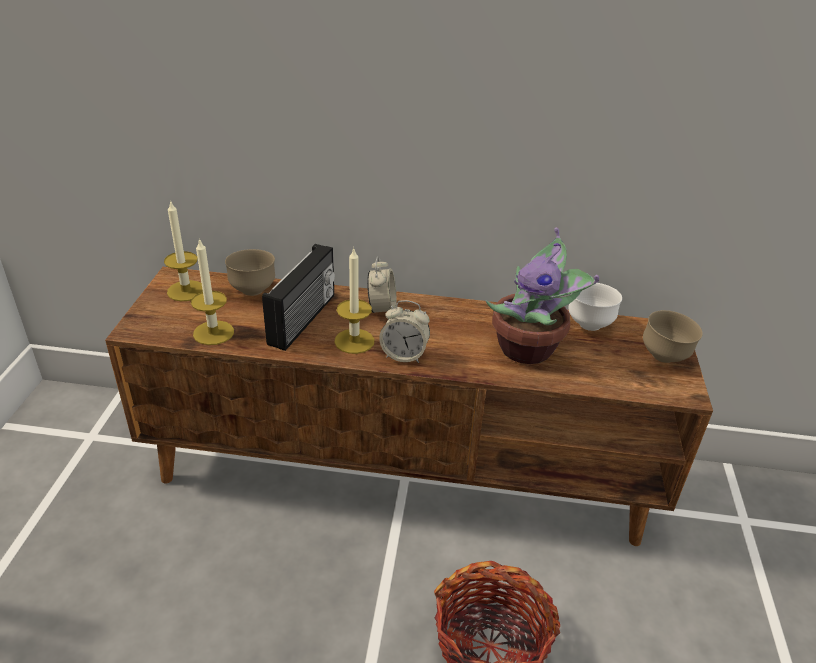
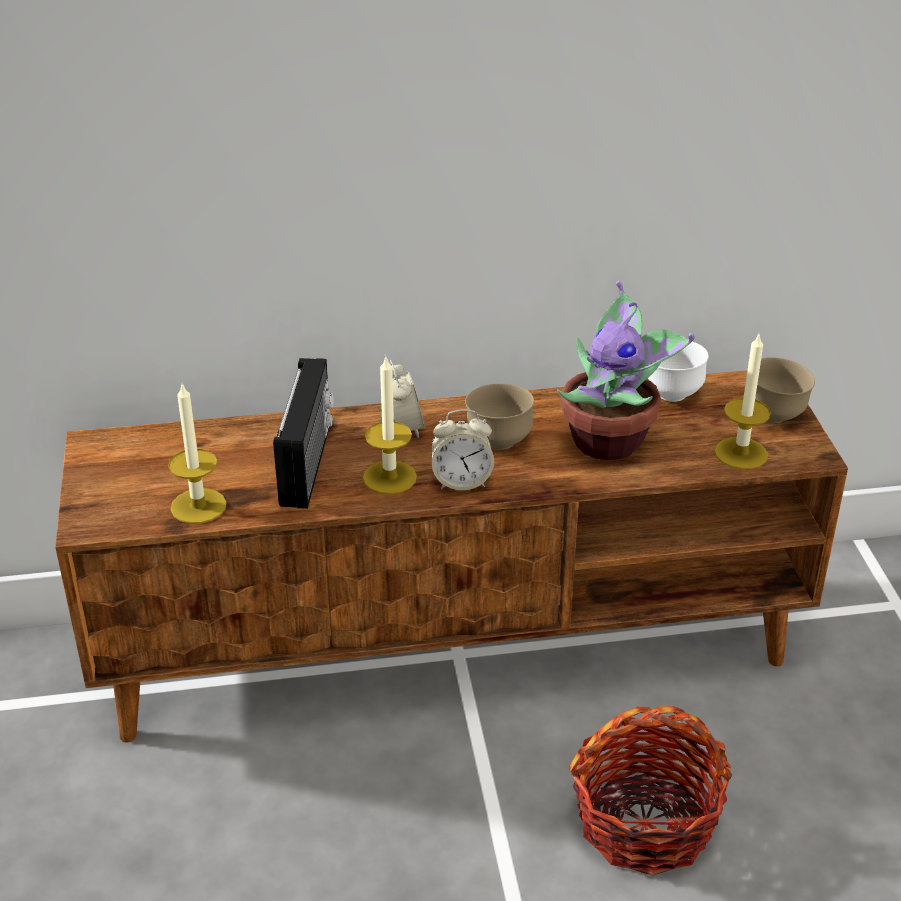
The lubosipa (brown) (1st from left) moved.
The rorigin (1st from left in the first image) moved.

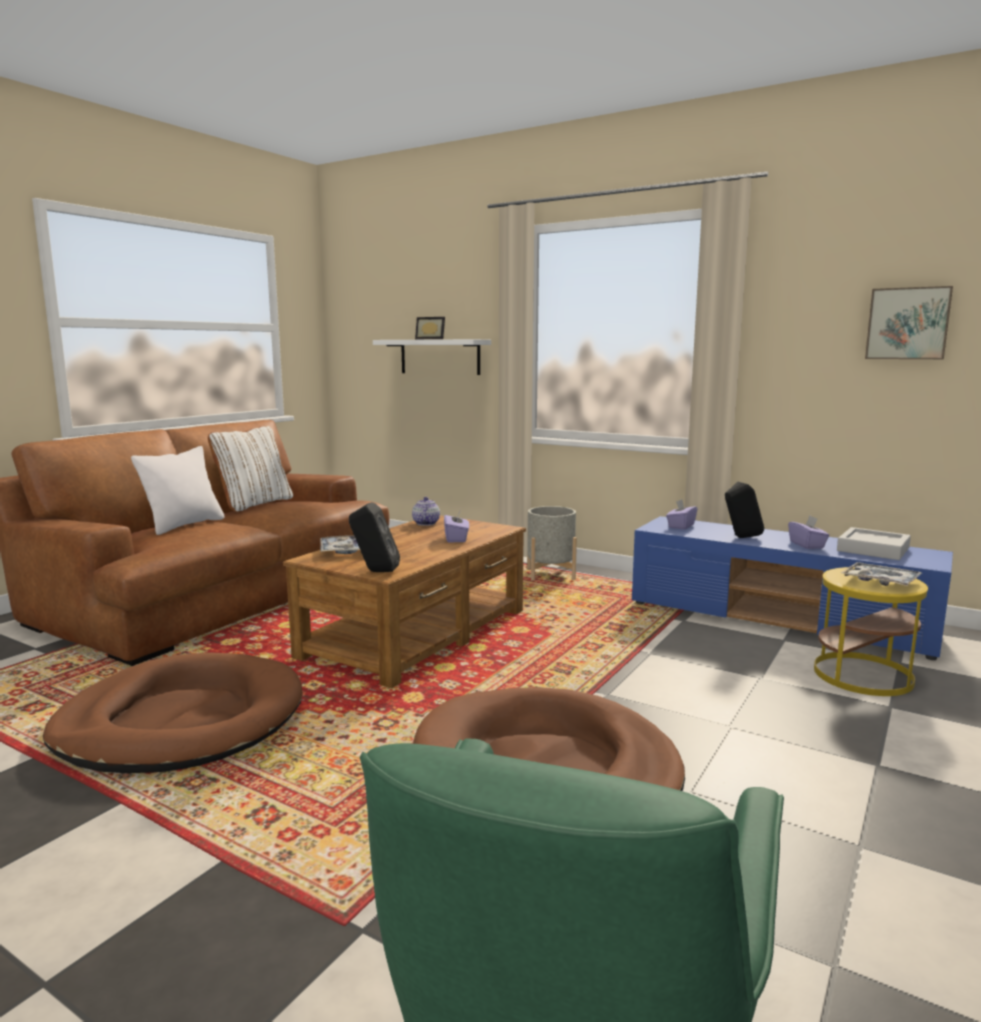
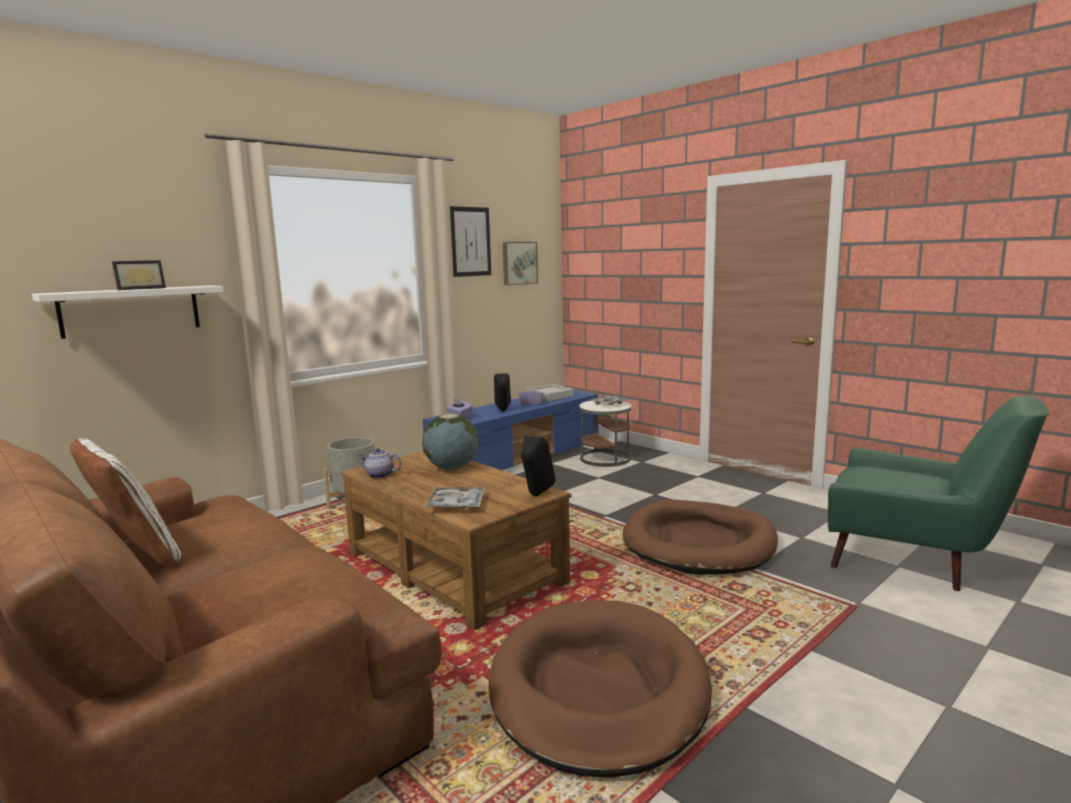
The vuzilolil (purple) (1st from left) was replaced by the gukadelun.
The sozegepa (1st from left) appeared.
The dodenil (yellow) became the dodenil (white).
The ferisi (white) (1st from left) disappeared.

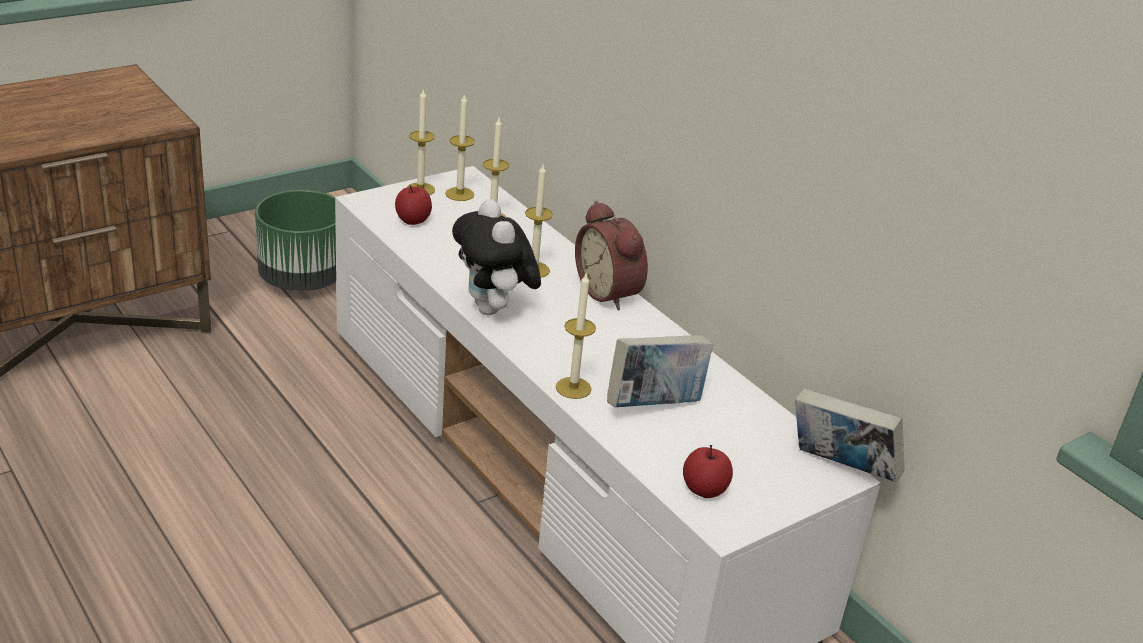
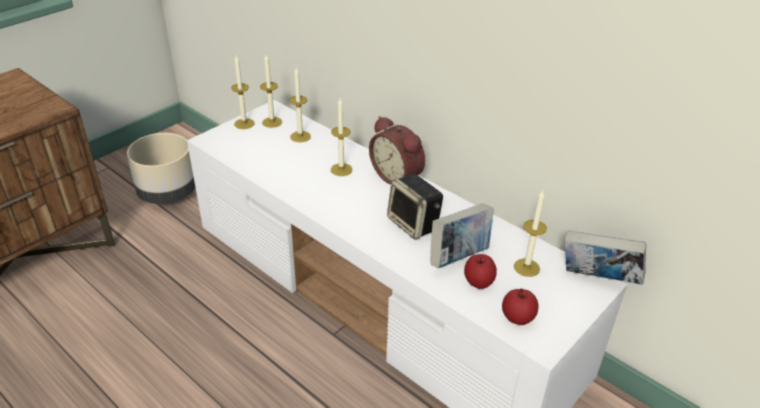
The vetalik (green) became the vetalik (beige).
The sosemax appeared.
The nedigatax (1st from left) moved.
The rorigin (5th from left) moved.
The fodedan disappeared.

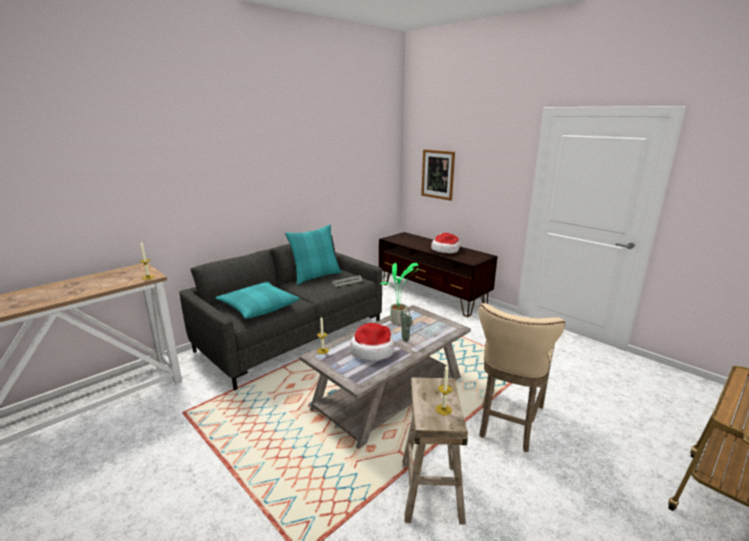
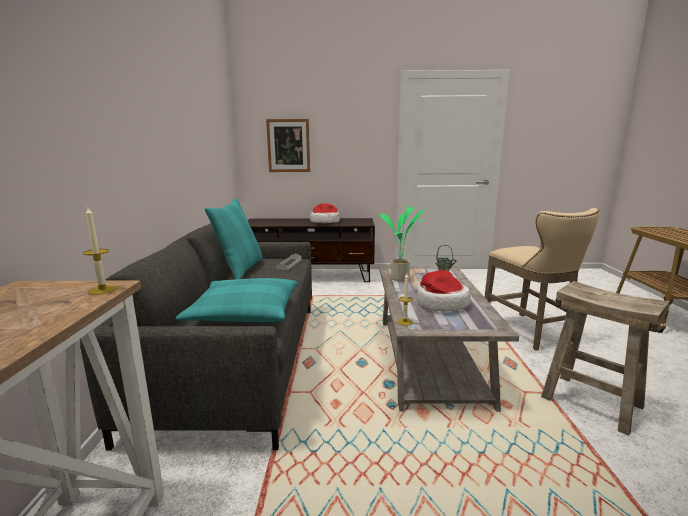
The rorigin (3rd from left) disappeared.

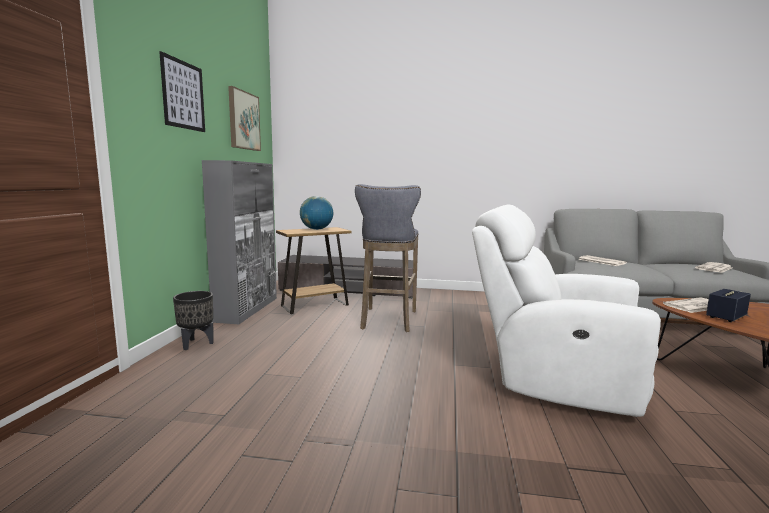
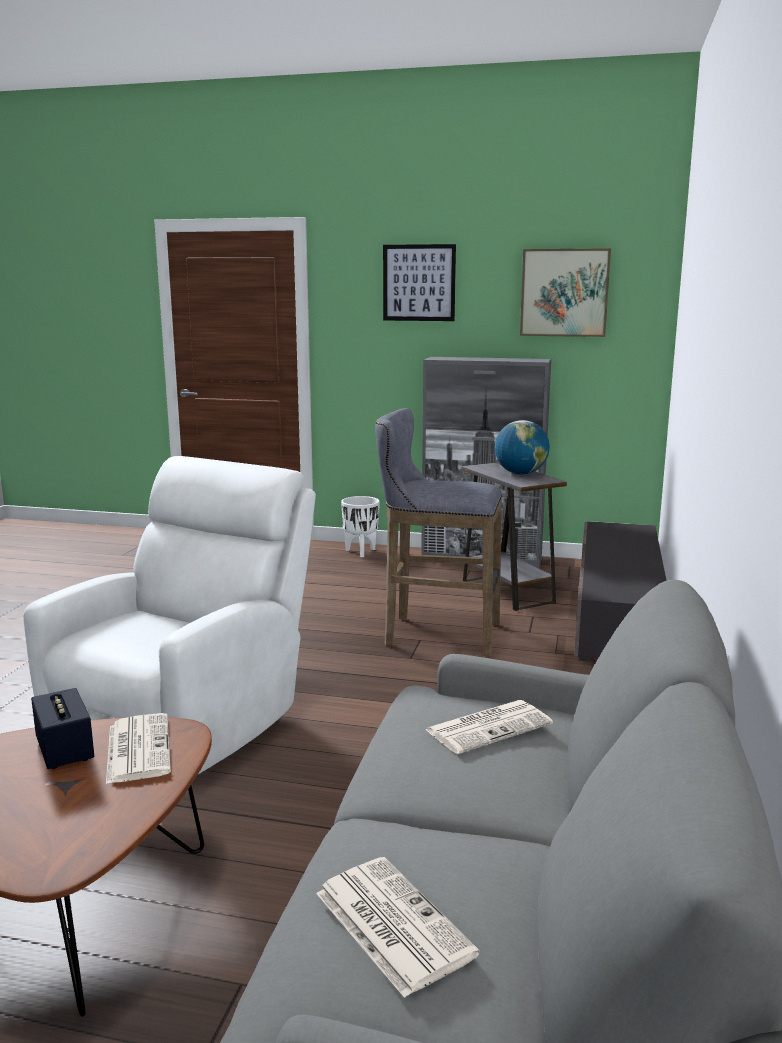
The vetalik (black) became the vetalik (white).
The dodenil (brown) became the dodenil (grey).

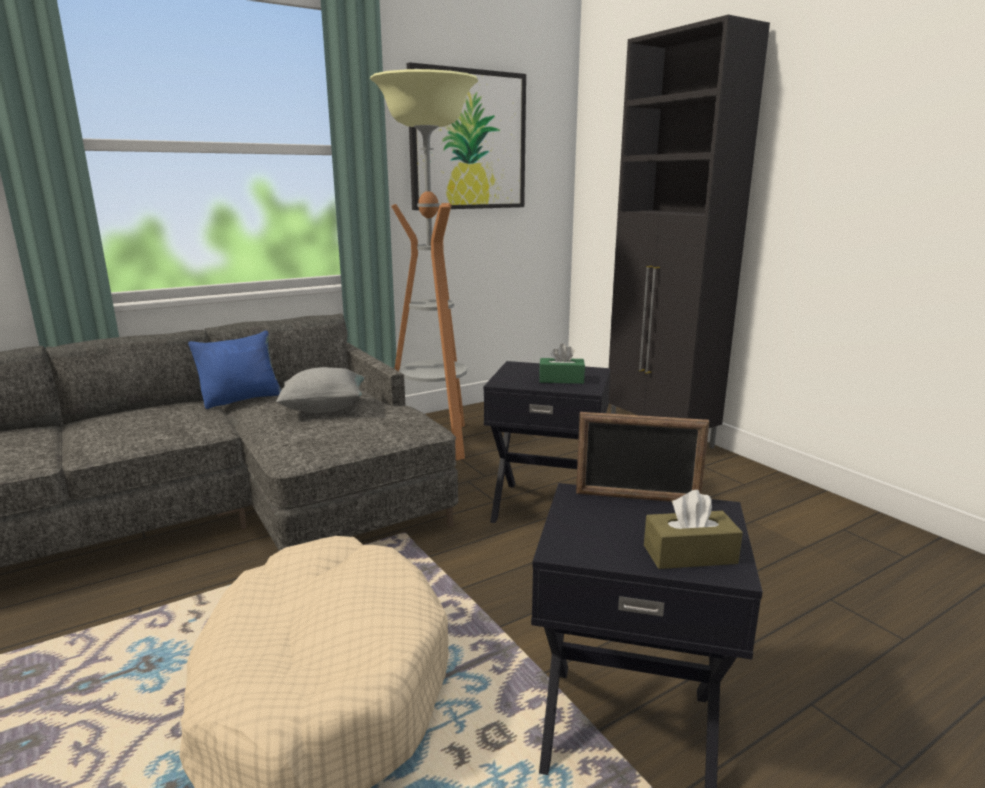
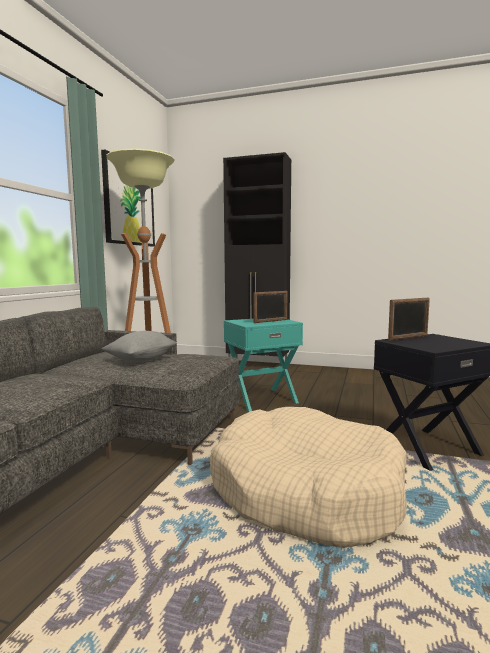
The dodenil (black) (1st from left) became the dodenil (turquoise).
The vuzilolil (green) was replaced by the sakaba (1st from left).
The ferisi (blue) disappeared.
The vuzilolil (brown) disappeared.

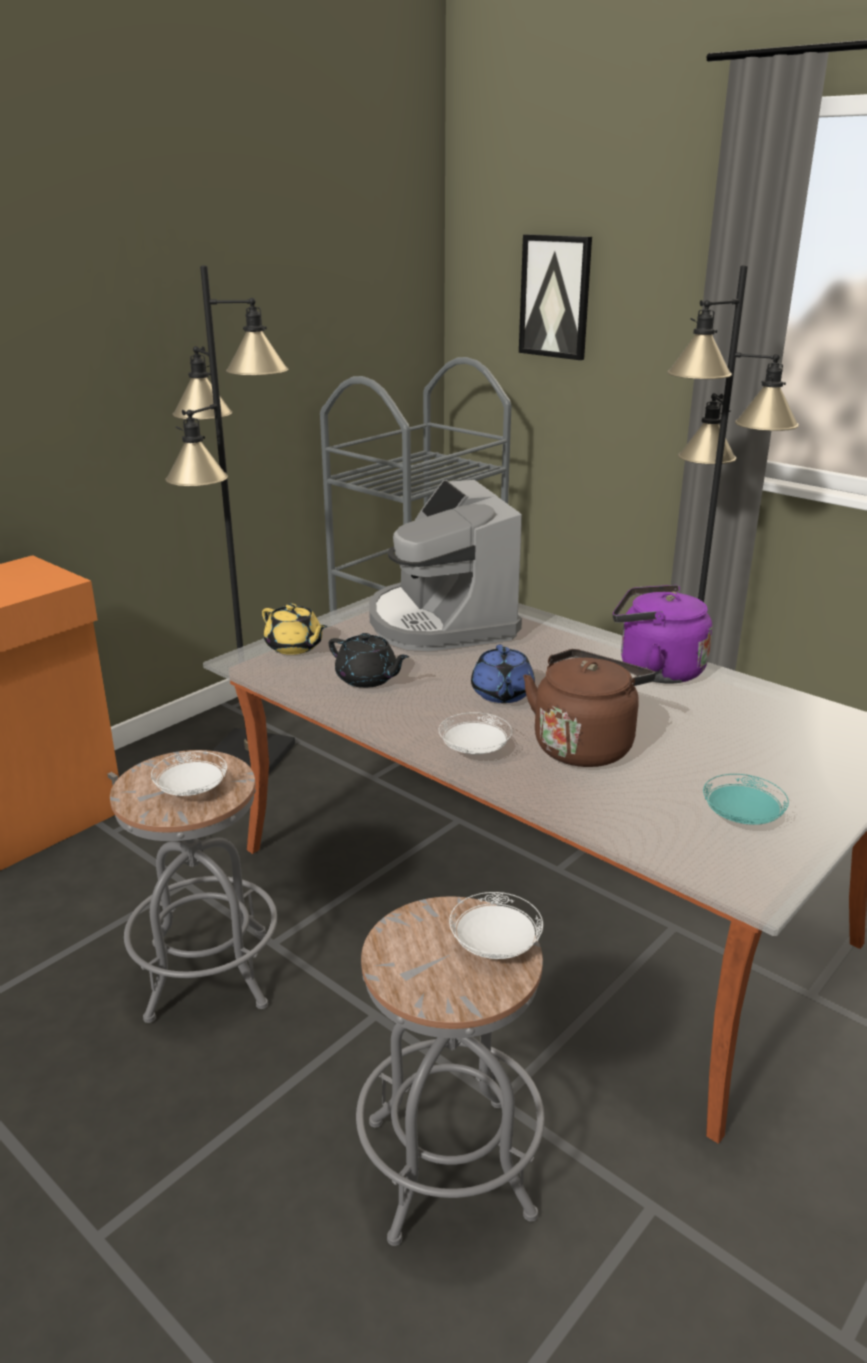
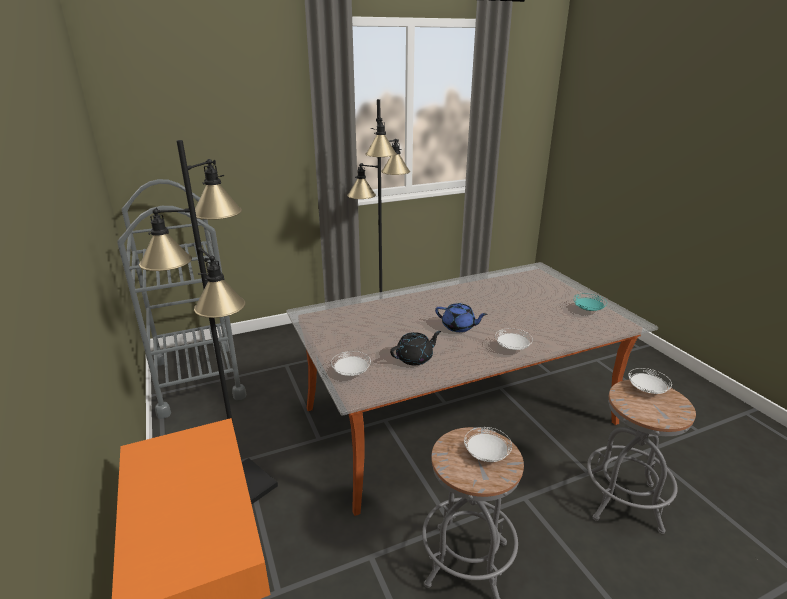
The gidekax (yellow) was replaced by the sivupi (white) (1st from left).
The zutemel disappeared.
The sozegepa disappeared.
The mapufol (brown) disappeared.
The mapufol (purple) disappeared.

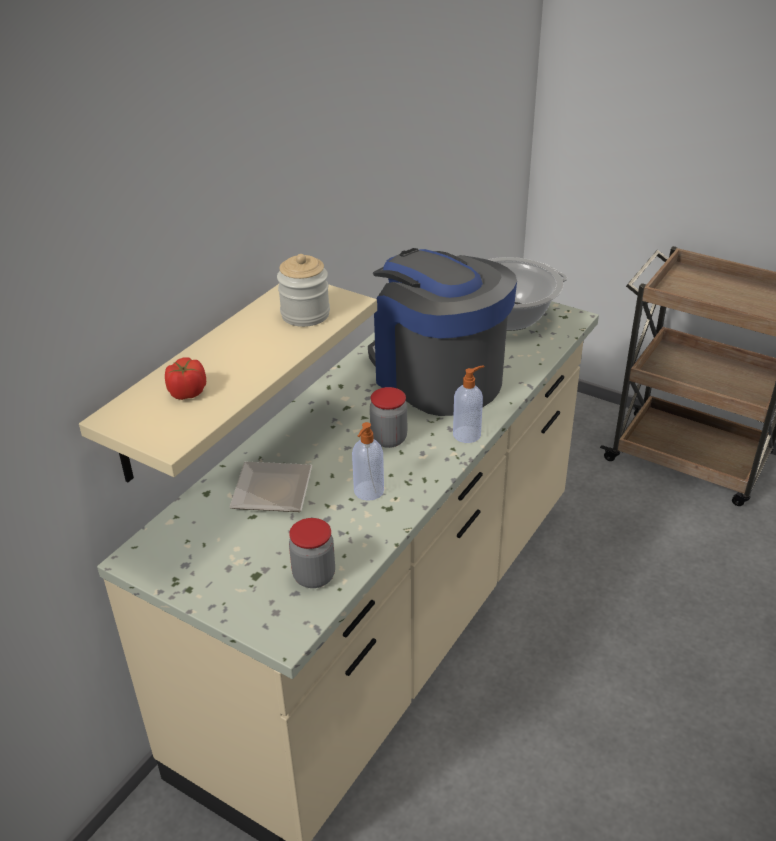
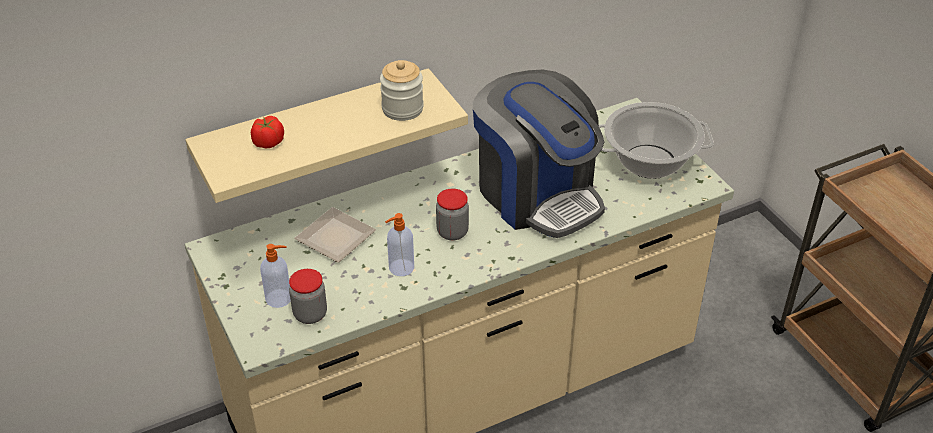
The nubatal (2nd from left in the first image) moved.
The zutemel turned 150 degrees clockwise.

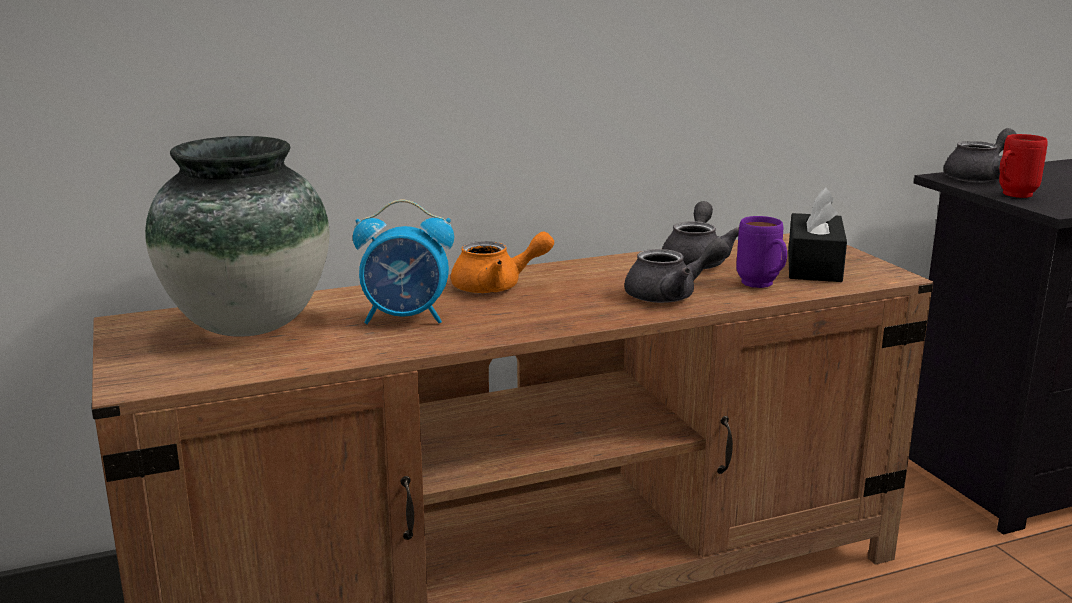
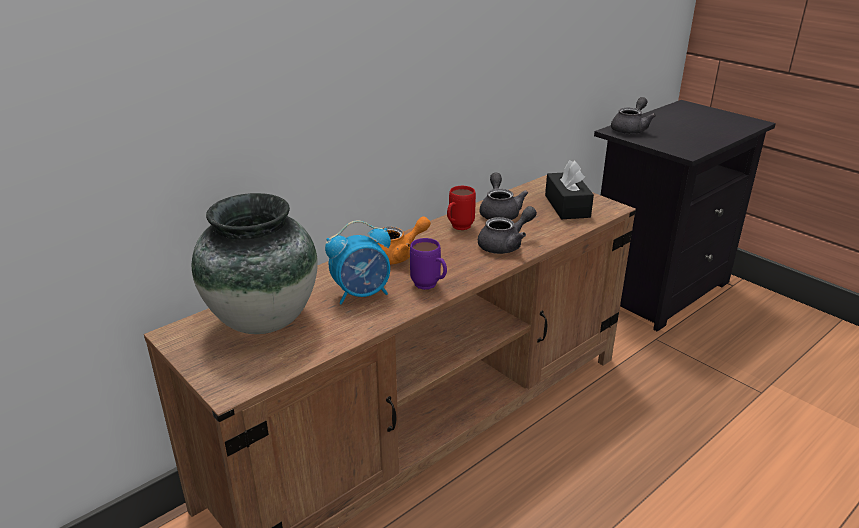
The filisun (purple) moved.
The filisun (red) moved.

